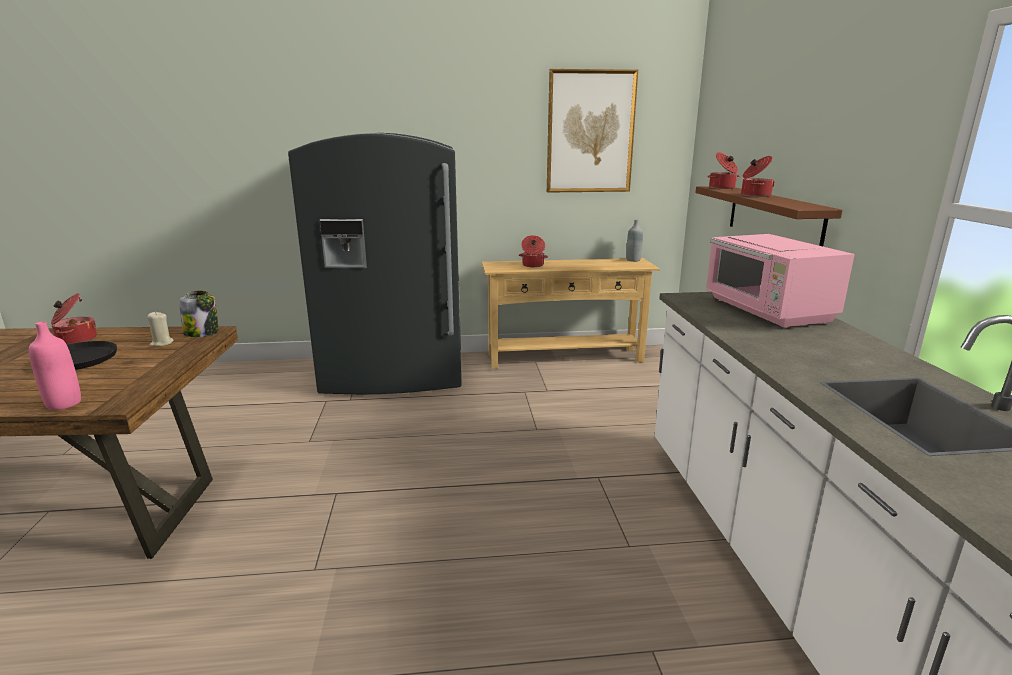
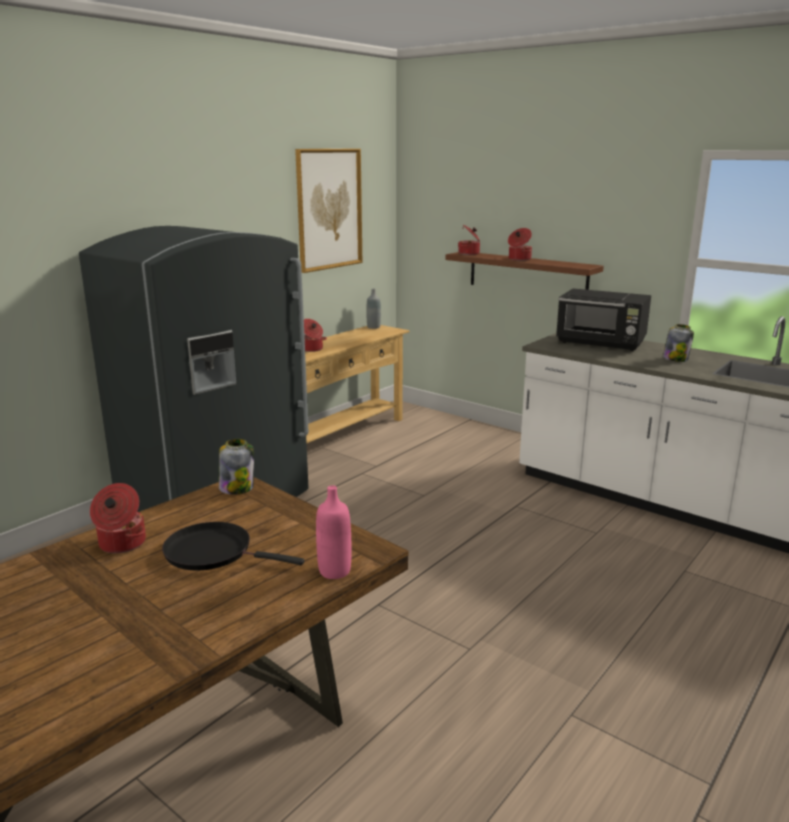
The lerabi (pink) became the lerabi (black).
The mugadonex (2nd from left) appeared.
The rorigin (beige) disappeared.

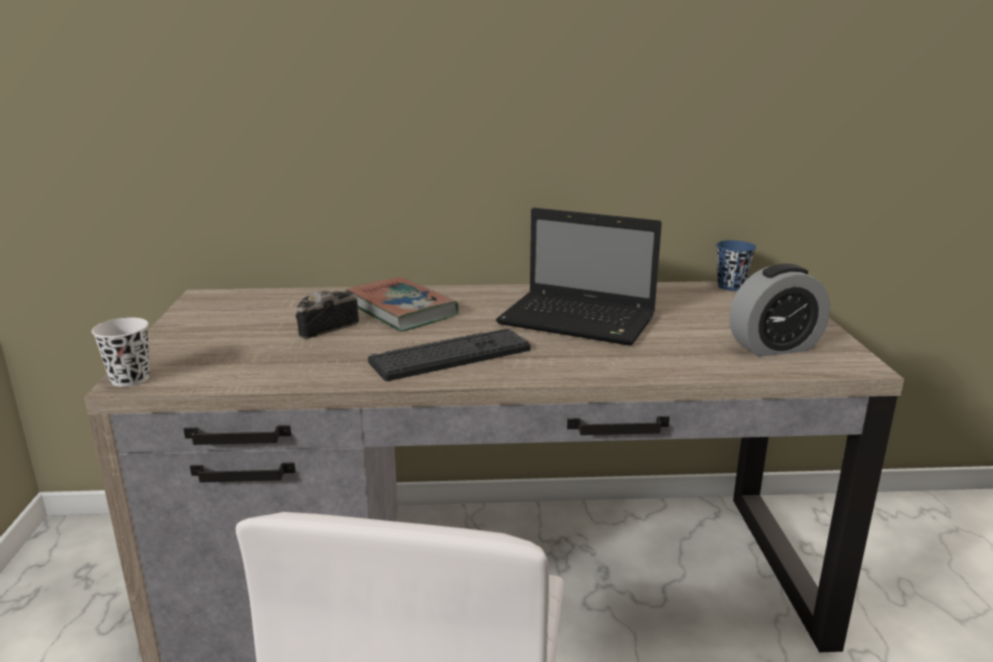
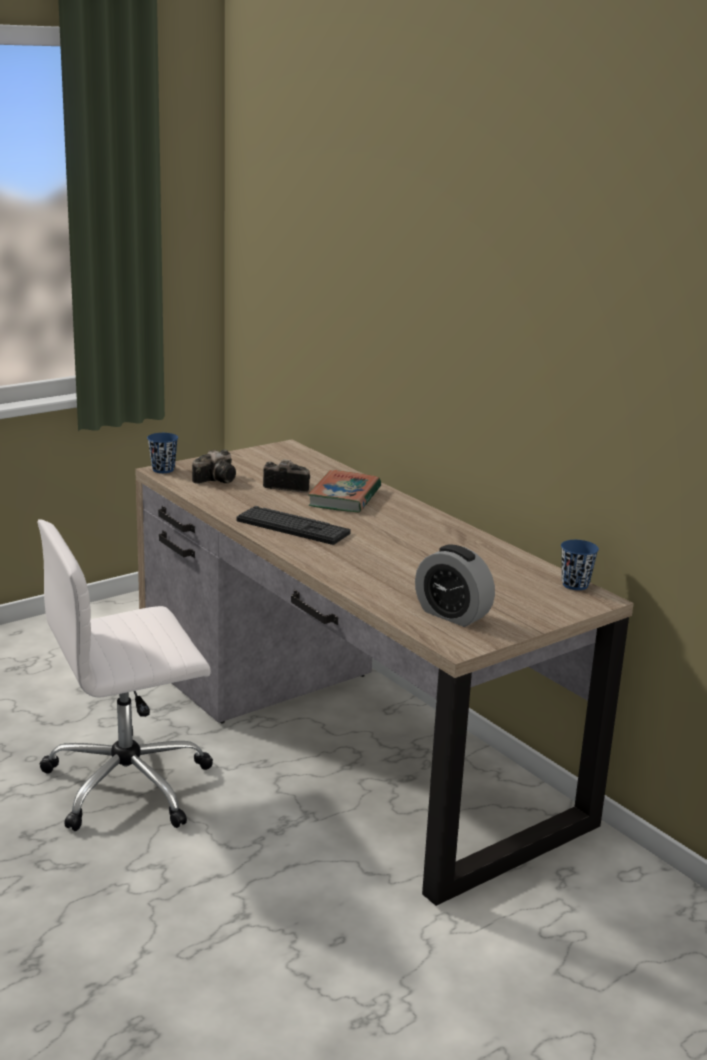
The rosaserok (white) became the rosaserok (blue) (1st from left).
The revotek (1st from left) appeared.
The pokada disappeared.

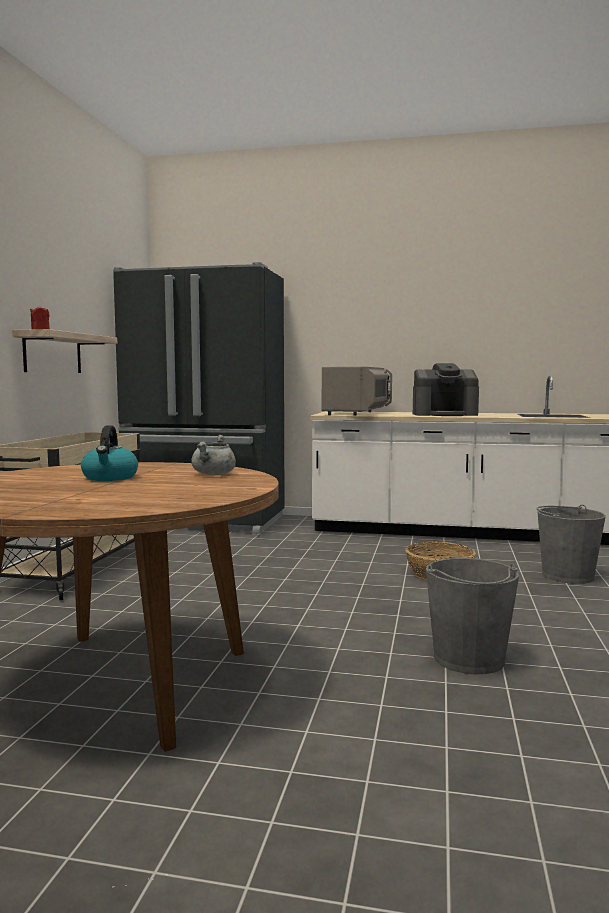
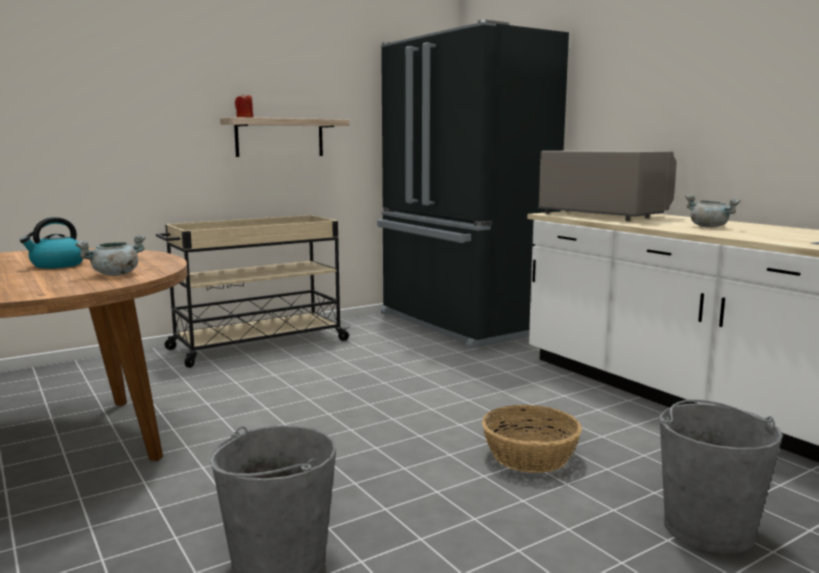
The lerabi (grey) turned 105 degrees counterclockwise.
The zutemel was replaced by the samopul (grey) (2nd from left).

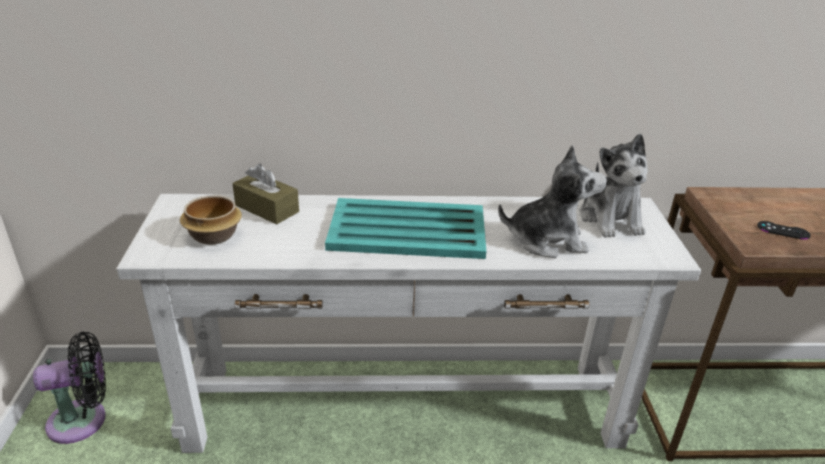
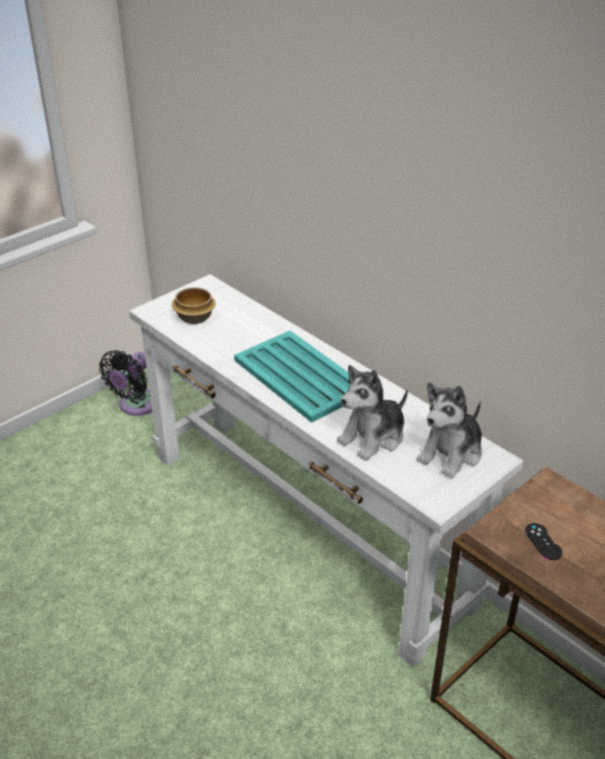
The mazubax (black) turned 90 degrees clockwise.
The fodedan (1st from left) turned 90 degrees clockwise.
The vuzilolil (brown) disappeared.

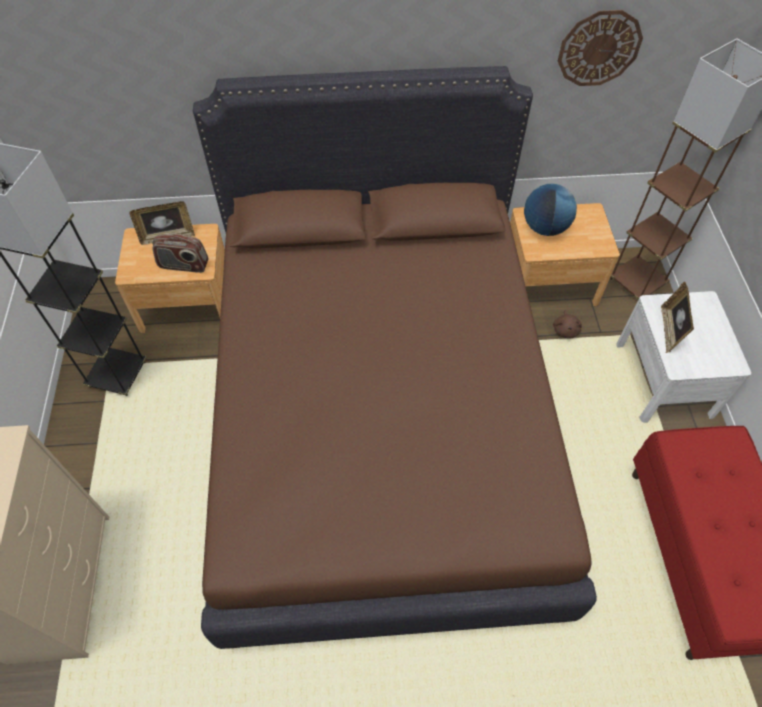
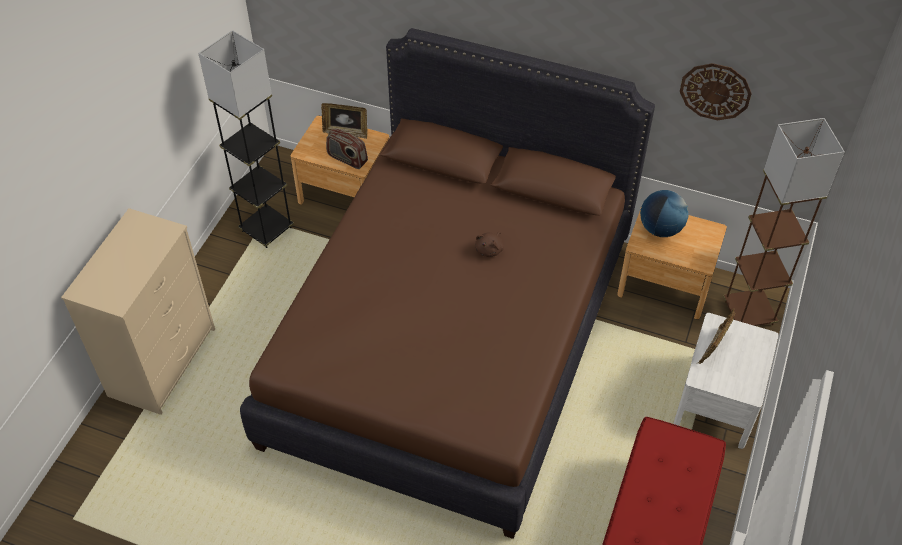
The fodedan (brown) moved.

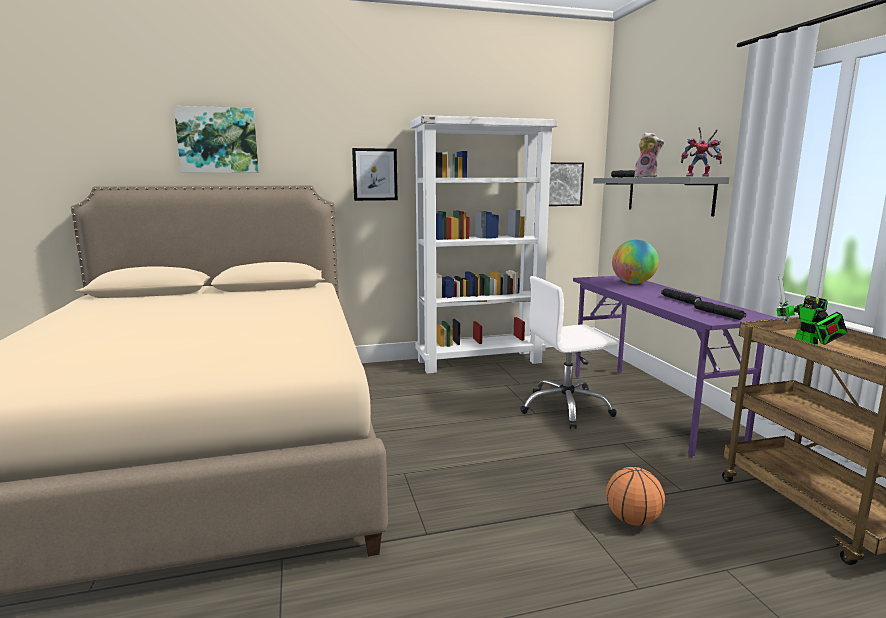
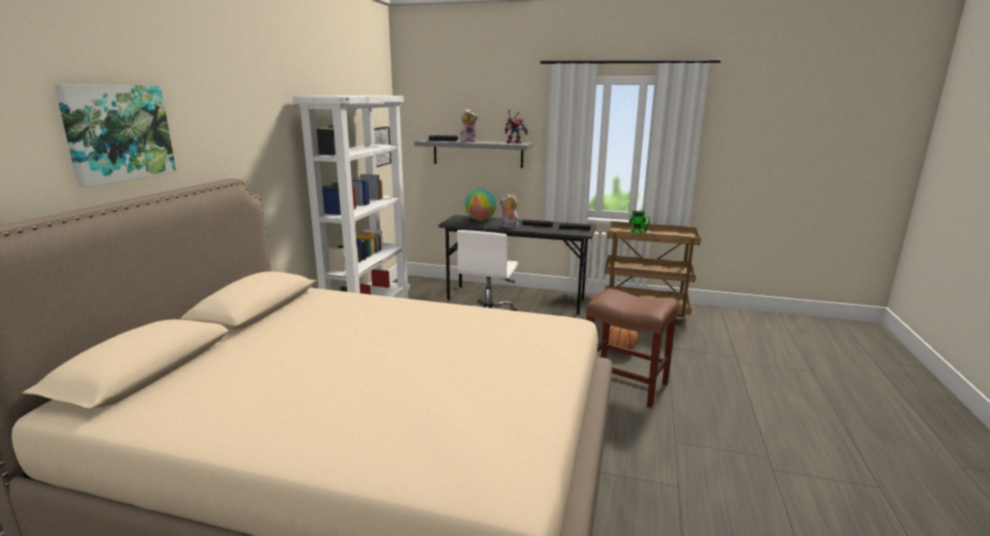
The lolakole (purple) became the lolakole (grey).
The fodedan (2nd from left) appeared.
The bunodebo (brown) appeared.
The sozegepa (2nd from left) disappeared.

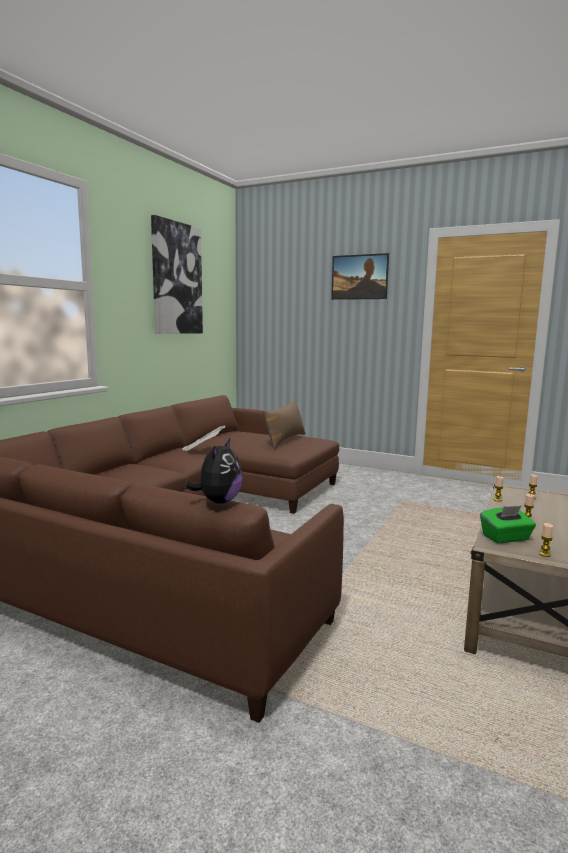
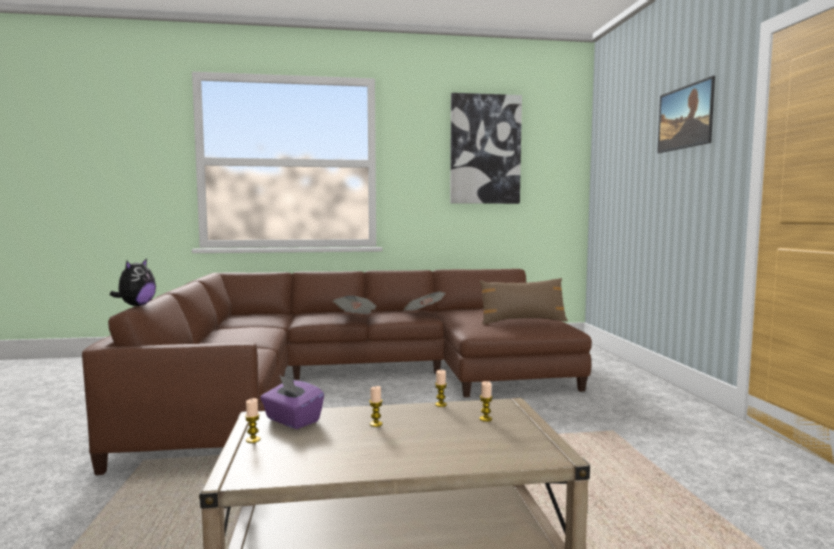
The fodedan turned 60 degrees counterclockwise.
The vuzilolil (green) became the vuzilolil (purple).
The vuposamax (1st from left) appeared.

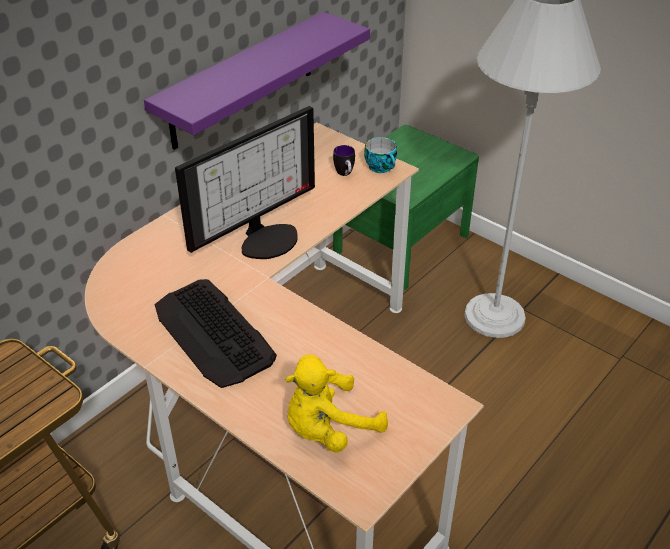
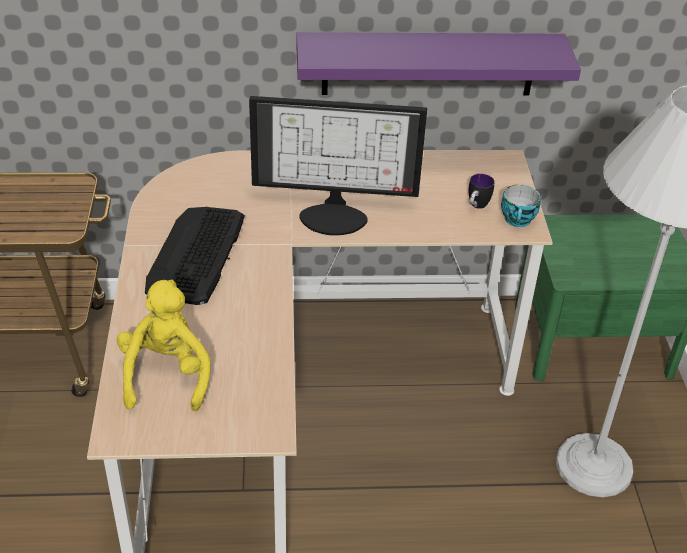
The fodedan (yellow) turned 75 degrees clockwise.

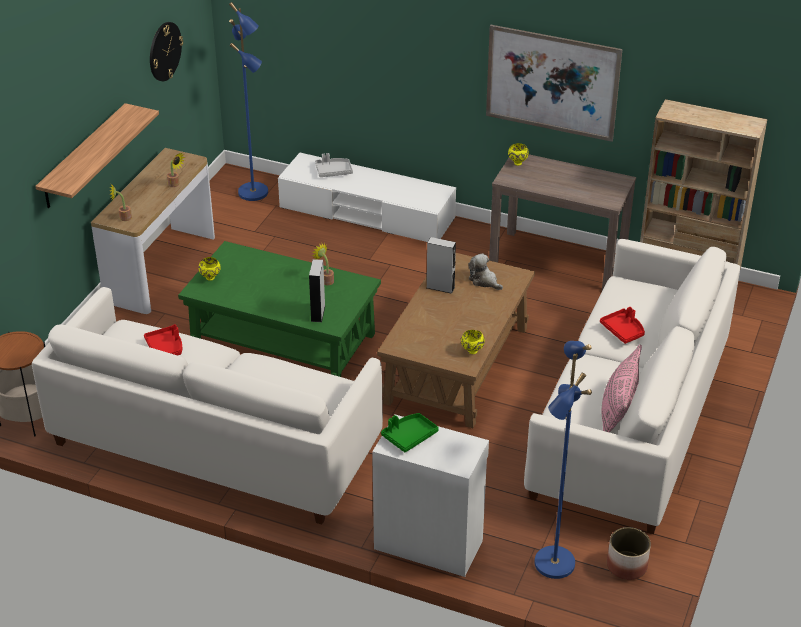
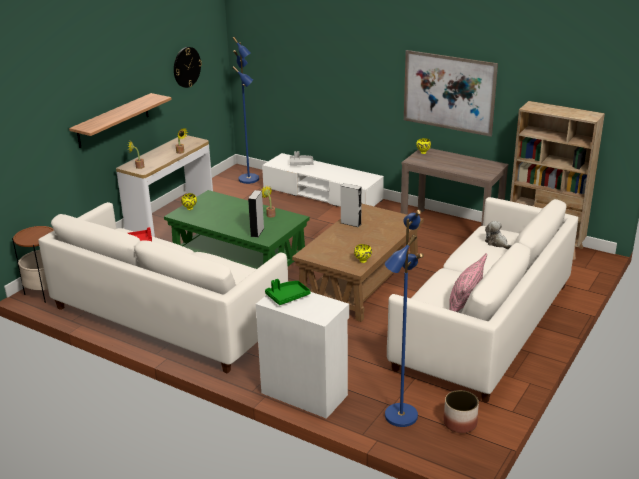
The fodedan moved.
The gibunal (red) (2nd from left) disappeared.

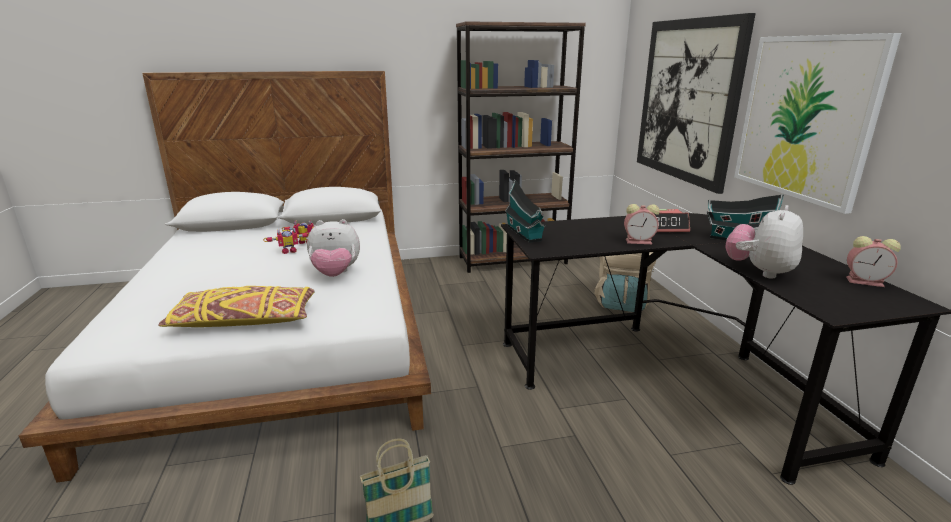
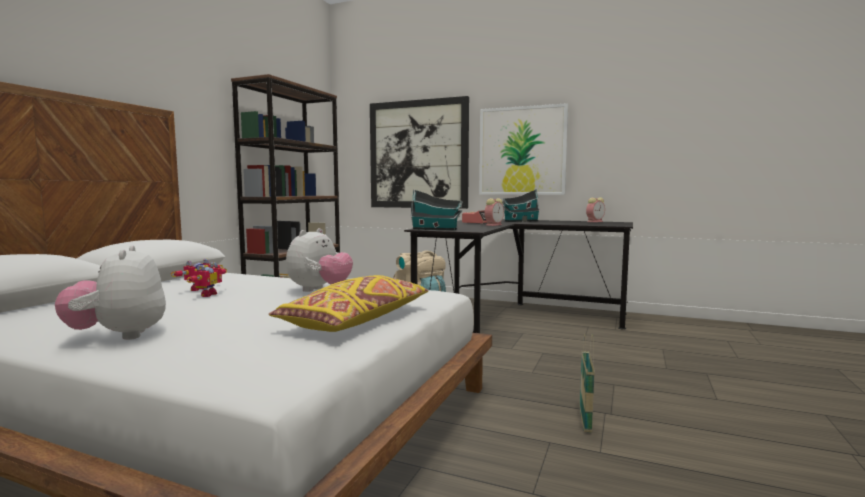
The fodedan (2nd from left in the first image) moved.

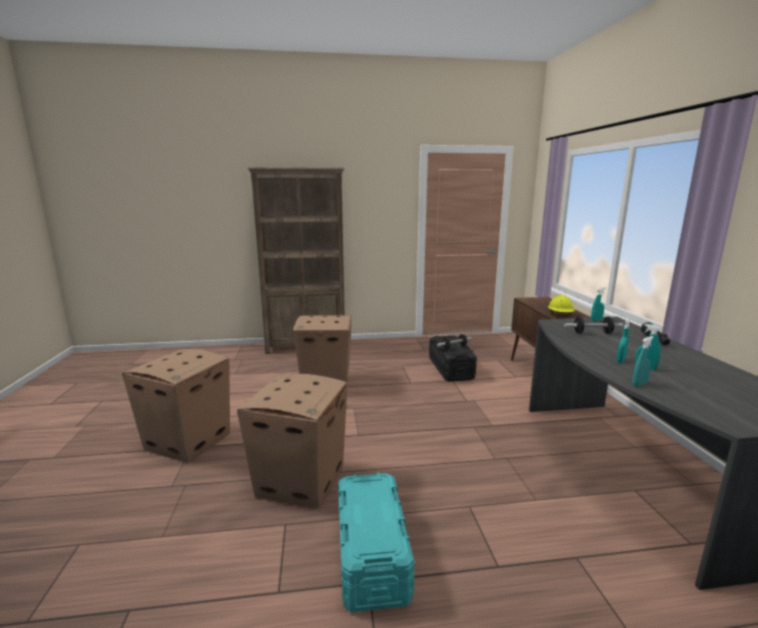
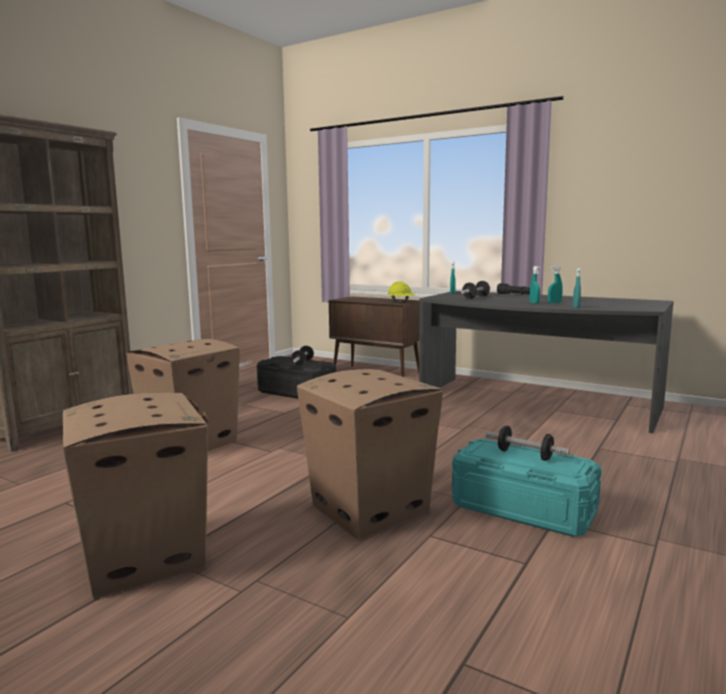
The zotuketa (3rd from left) appeared.

